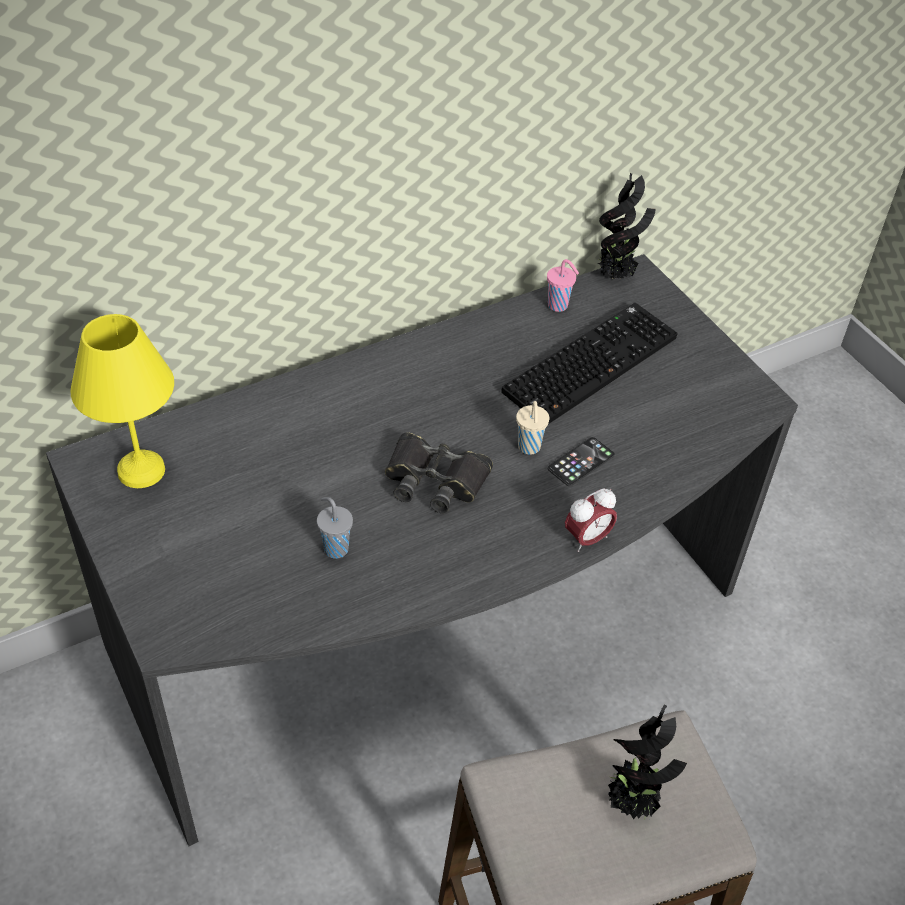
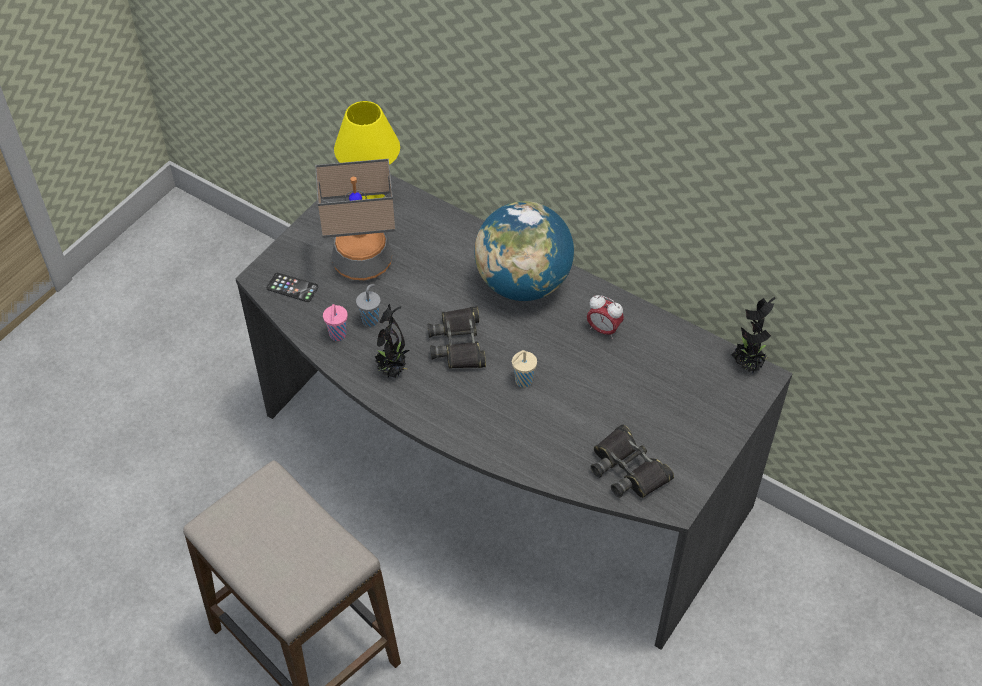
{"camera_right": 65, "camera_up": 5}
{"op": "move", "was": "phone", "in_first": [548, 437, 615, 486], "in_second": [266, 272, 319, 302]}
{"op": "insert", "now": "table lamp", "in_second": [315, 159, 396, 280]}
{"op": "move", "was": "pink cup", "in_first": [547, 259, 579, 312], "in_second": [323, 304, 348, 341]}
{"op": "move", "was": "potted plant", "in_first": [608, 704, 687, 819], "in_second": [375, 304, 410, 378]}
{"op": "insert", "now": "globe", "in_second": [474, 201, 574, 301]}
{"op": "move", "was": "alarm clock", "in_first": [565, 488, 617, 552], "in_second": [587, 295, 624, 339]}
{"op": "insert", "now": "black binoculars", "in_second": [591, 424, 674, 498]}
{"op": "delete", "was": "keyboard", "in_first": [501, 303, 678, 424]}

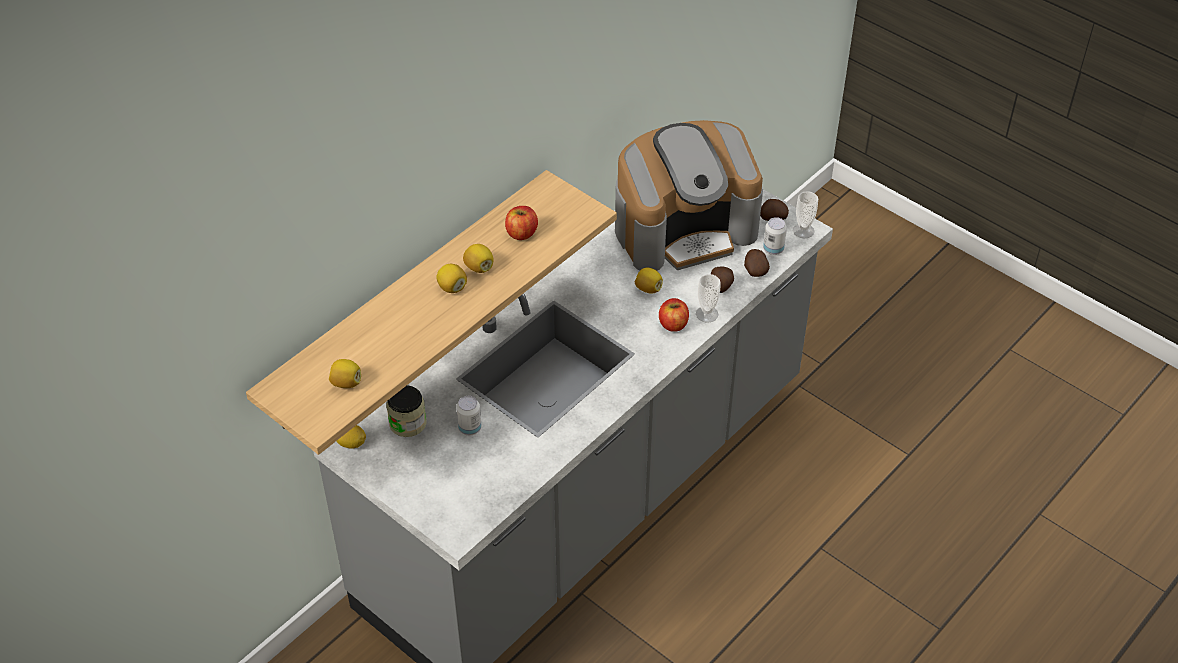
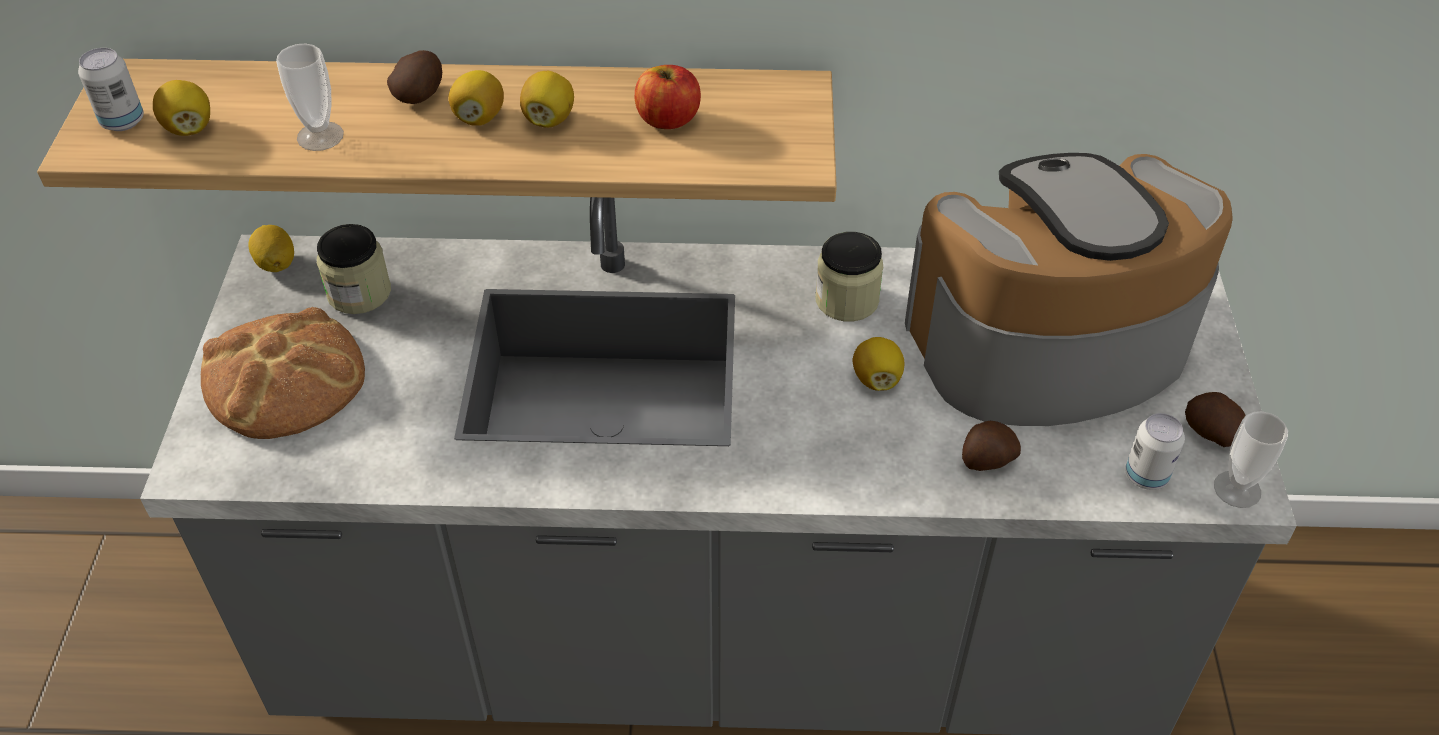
{"camera_right": 50, "camera_up": 0}
{"op": "move", "was": "can", "in_first": [456, 396, 482, 435], "in_second": [78, 48, 144, 131]}
{"op": "insert", "now": "bread", "in_second": [201, 307, 365, 439]}
{"op": "move", "was": "cup", "in_first": [696, 274, 721, 323], "in_second": [276, 44, 344, 151]}
{"op": "move", "was": "potato", "in_first": [744, 249, 770, 277], "in_second": [387, 50, 442, 104]}
{"op": "insert", "now": "jar", "in_second": [815, 232, 883, 322]}
{"op": "rotate", "was": "coffee machine", "in_first": [615, 120, 763, 270], "in_second": [905, 153, 1233, 426], "clockwise": 135}
{"op": "delete", "was": "apple", "in_first": [659, 298, 689, 332]}

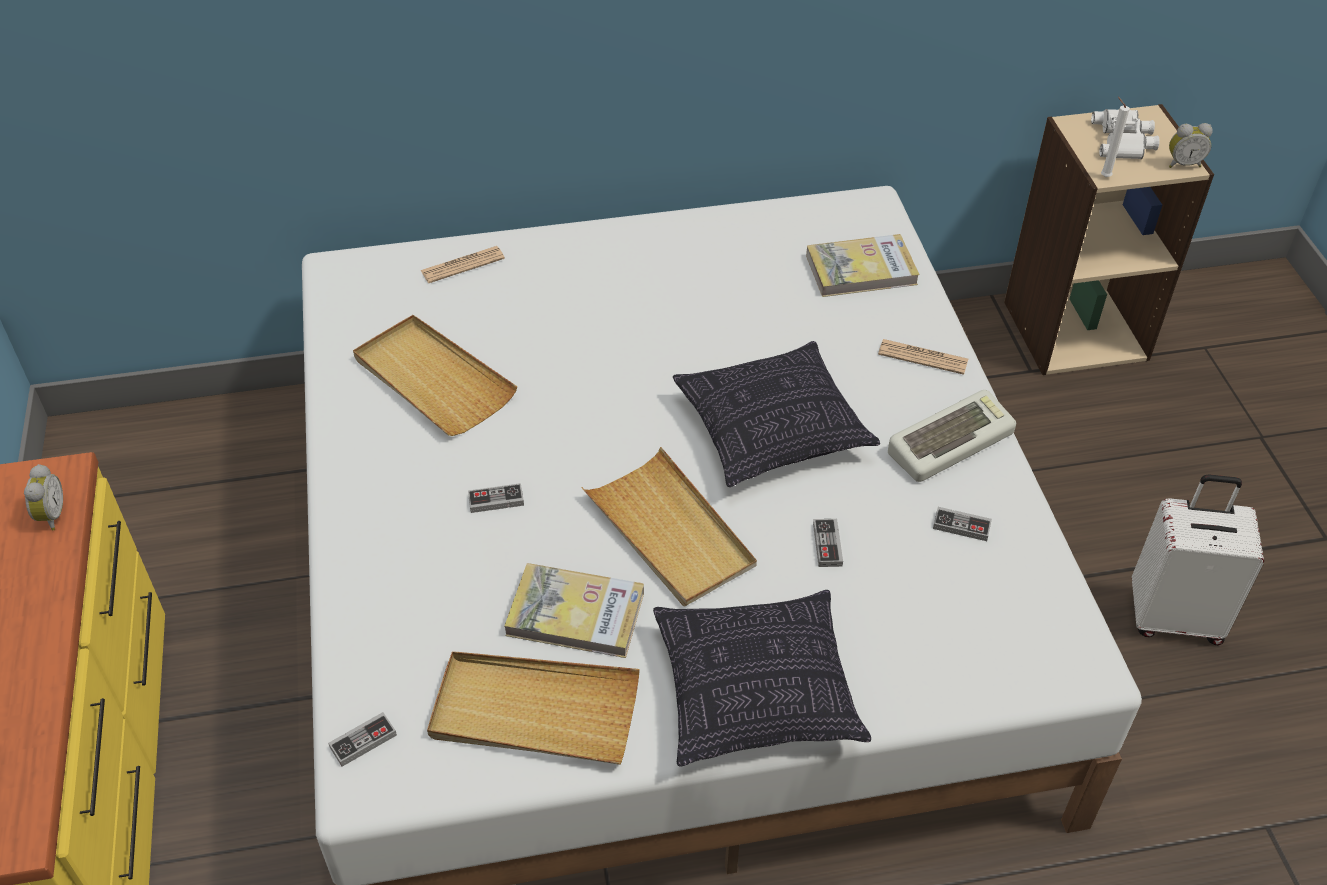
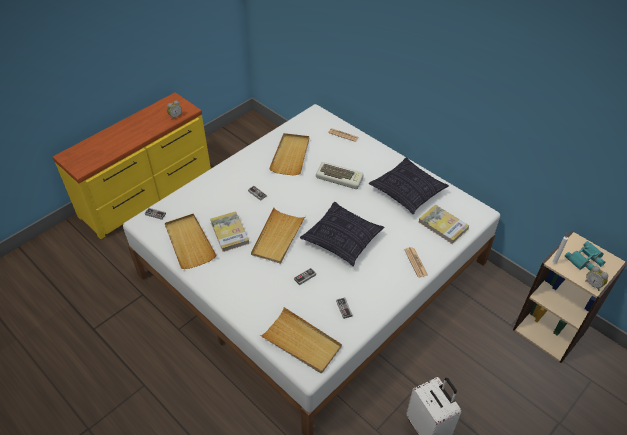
{"camera_right": 55, "camera_up": 0}
{"op": "insert", "now": "beige tray", "in_second": [260, 307, 342, 373]}
{"op": "move", "was": "keyboard", "in_first": [888, 390, 1016, 482], "in_second": [316, 162, 364, 189]}
{"op": "move", "was": "pillow", "in_first": [653, 590, 871, 767], "in_second": [369, 157, 449, 214]}
{"op": "recolor", "was": "white binoculars", "now": "turquoise binoculars", "in_first": [1091, 109, 1160, 159], "in_second": [565, 241, 605, 271]}

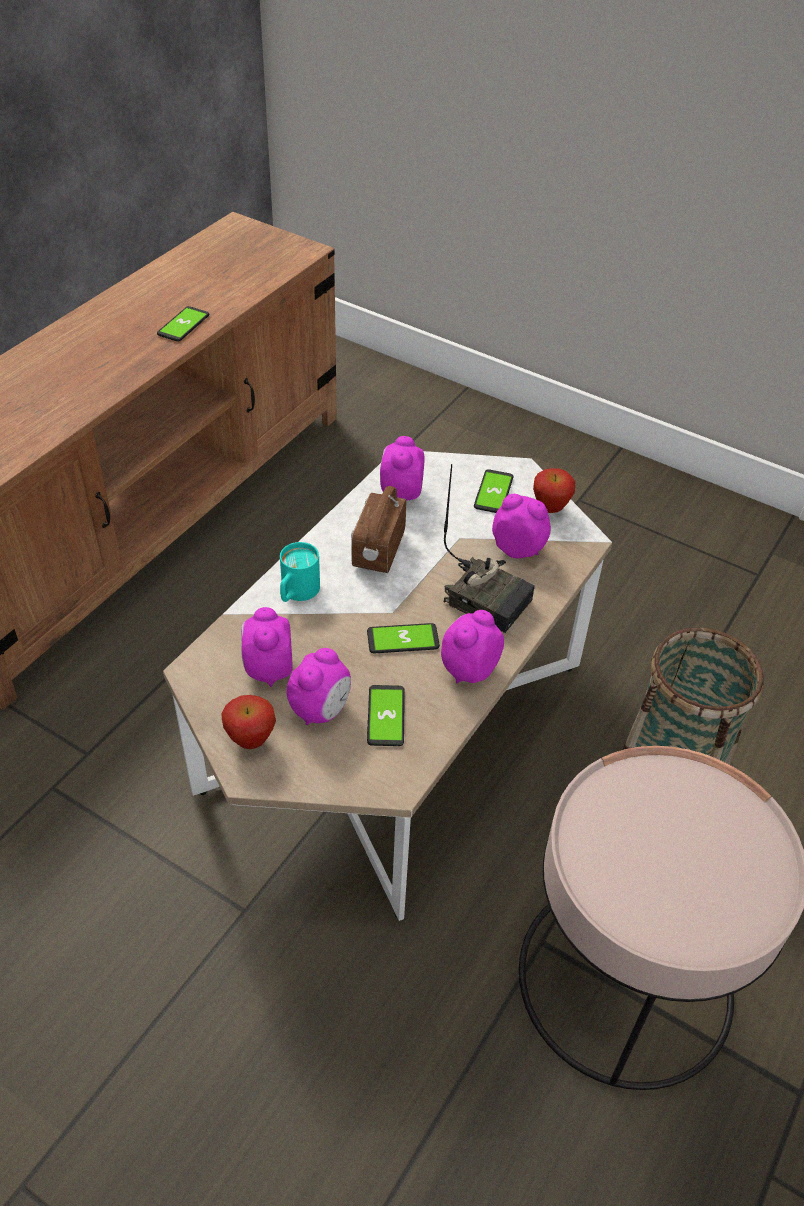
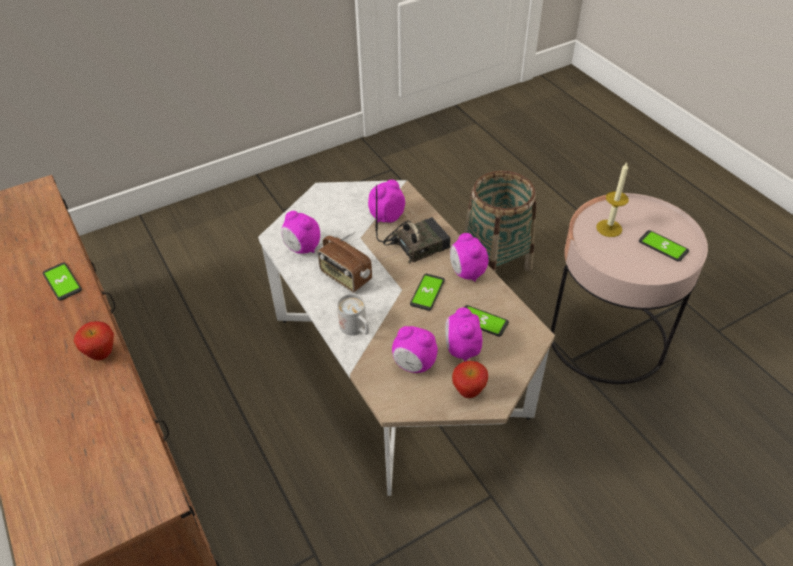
{"camera_right": -60, "camera_up": 0}
{"op": "move", "was": "apple", "in_first": [533, 468, 575, 513], "in_second": [74, 321, 114, 361]}
{"op": "recolor", "was": "turquoise mug", "now": "white mug", "in_first": [280, 542, 320, 602], "in_second": [337, 294, 369, 336]}
{"op": "rotate", "was": "alarm clock", "in_first": [287, 648, 351, 725], "in_second": [445, 308, 482, 361], "clockwise": -150}
{"op": "insert", "now": "candle", "in_second": [596, 163, 629, 237]}
{"op": "move", "was": "phone", "in_first": [474, 469, 513, 513], "in_second": [639, 230, 689, 262]}

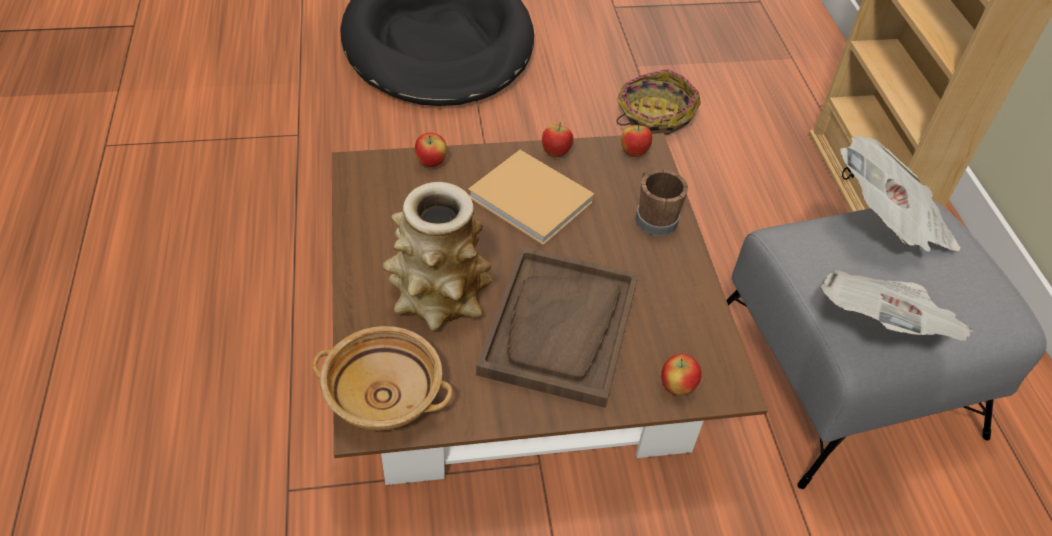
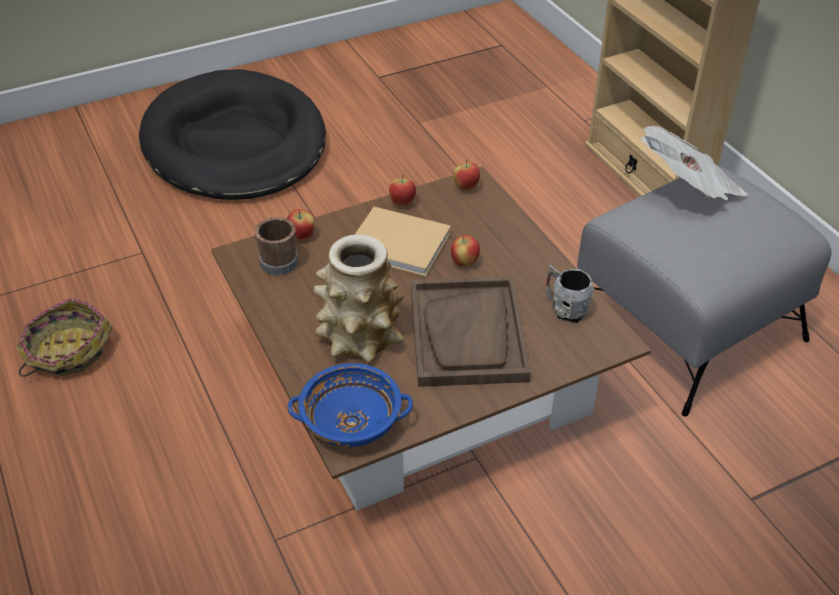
{"camera_right": -15, "camera_up": -5}
{"op": "move", "was": "basket", "in_first": [616, 69, 701, 135], "in_second": [17, 298, 113, 377]}
{"op": "move", "was": "brown mug", "in_first": [635, 169, 688, 236], "in_second": [255, 217, 298, 276]}
{"op": "recolor", "was": "beige bowl", "now": "blue bowl", "in_first": [312, 326, 453, 431], "in_second": [288, 363, 413, 447]}
{"op": "move", "was": "apple", "in_first": [661, 354, 702, 396], "in_second": [451, 235, 480, 267]}
{"op": "insert", "now": "grey mug", "in_second": [546, 265, 593, 323]}
{"op": "delete", "was": "newspaper", "in_first": [821, 270, 973, 341]}

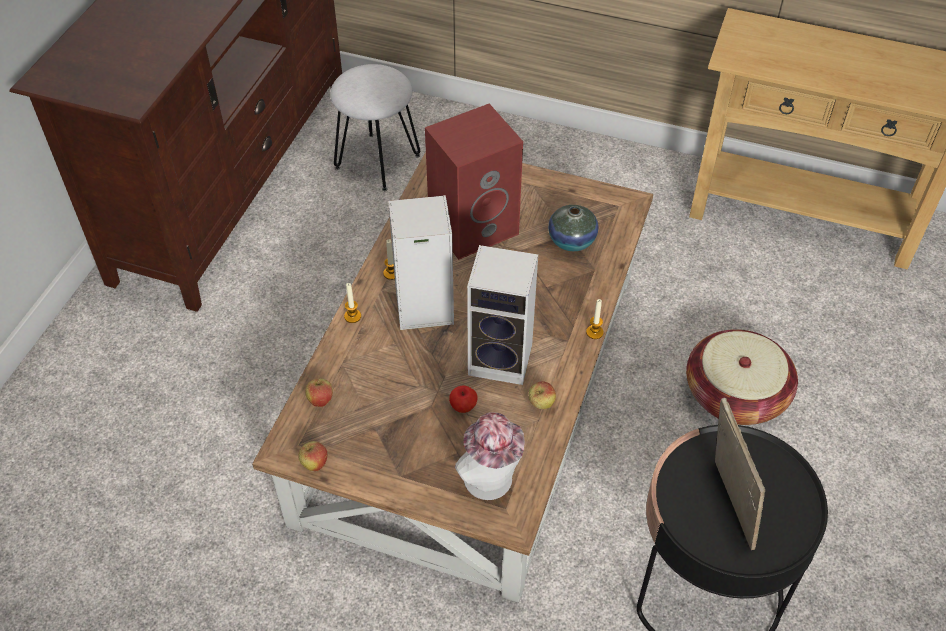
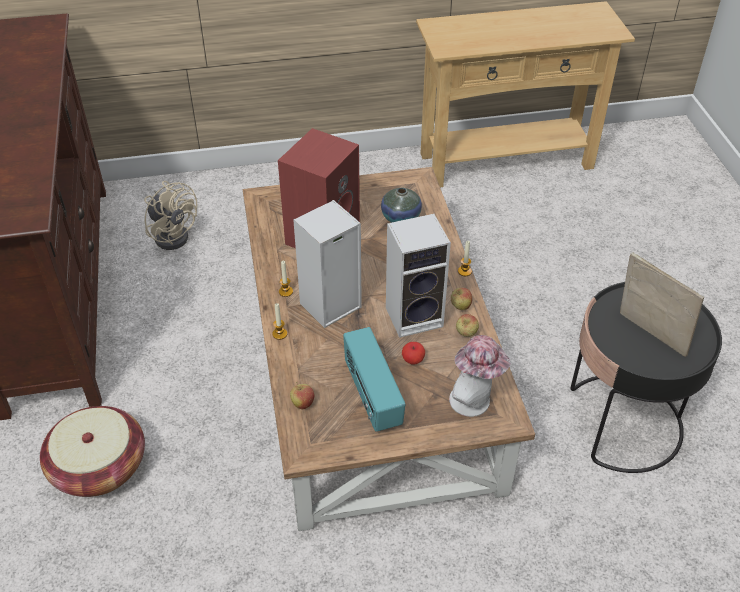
{"camera_right": -30, "camera_up": -5}
{"op": "move", "was": "basket", "in_first": [686, 329, 798, 425], "in_second": [40, 406, 145, 497]}
{"op": "replace", "was": "white stool", "now": "beige fan", "in_first": [330, 64, 420, 191], "in_second": [144, 181, 198, 250]}
{"op": "insert", "now": "radio", "in_second": [343, 327, 406, 432]}
{"op": "move", "was": "apple", "in_first": [298, 441, 327, 472], "in_second": [451, 288, 472, 310]}

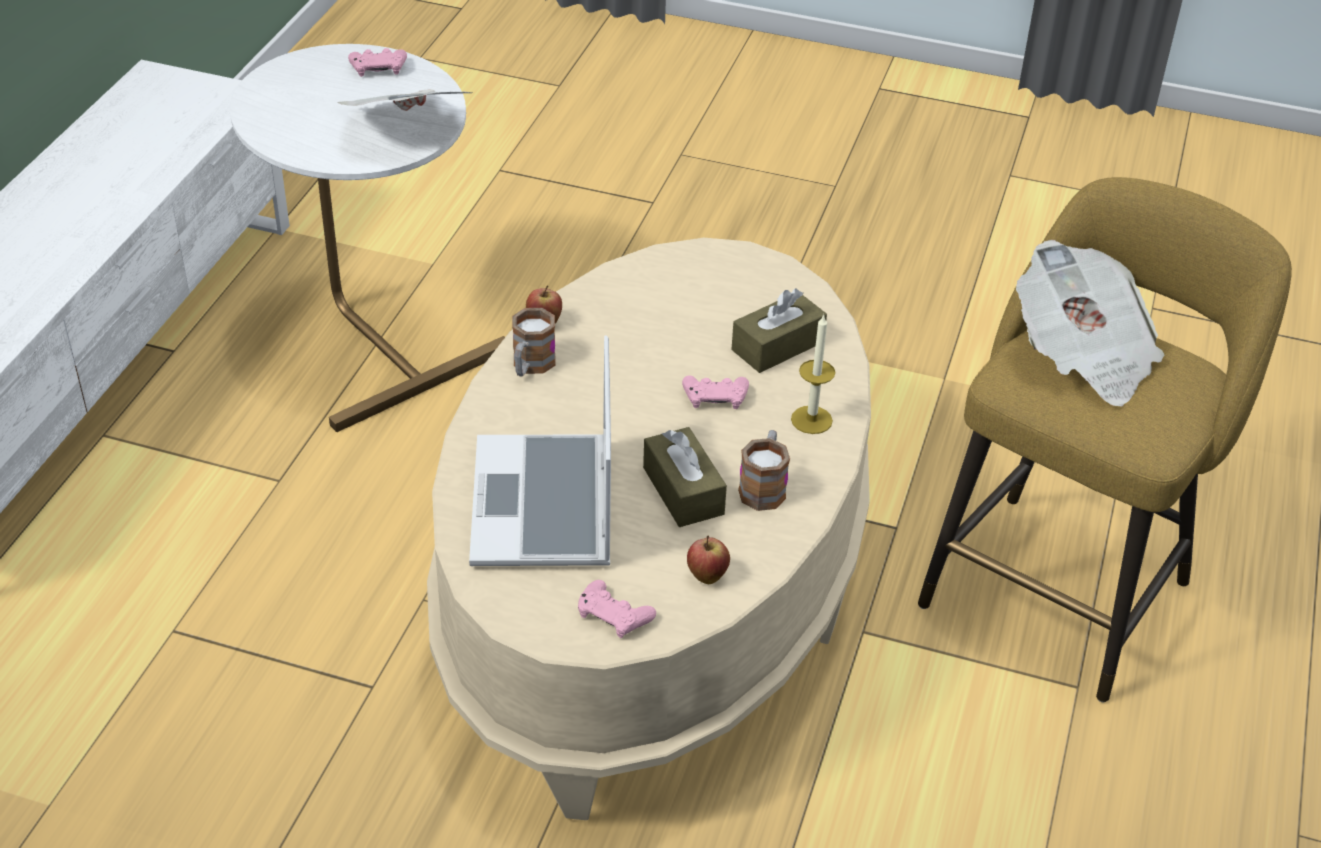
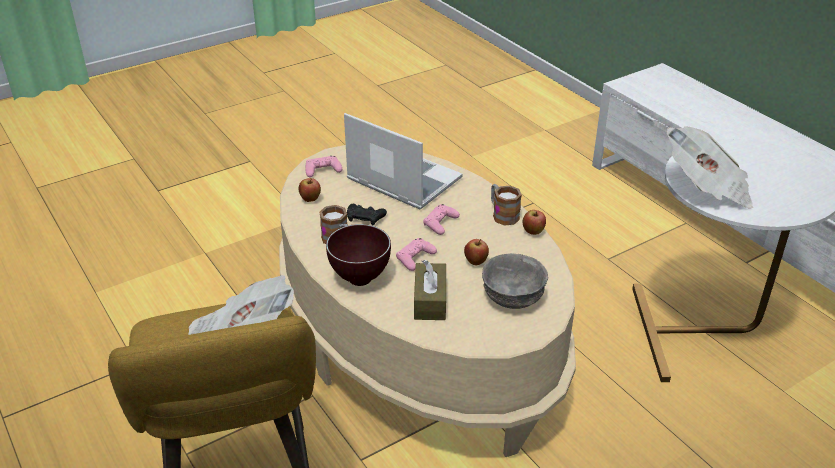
{"camera_right": 130, "camera_up": -5}
{"op": "replace", "was": "candle", "now": "brown bowl", "in_first": [791, 314, 835, 434], "in_second": [326, 224, 391, 286]}
{"op": "replace", "was": "brown tissue box", "now": "black game controller", "in_first": [643, 427, 727, 527], "in_second": [347, 204, 387, 225]}
{"op": "move", "was": "pink game controller", "in_first": [348, 48, 407, 77], "in_second": [423, 204, 460, 235]}
{"op": "insert", "now": "apple", "in_second": [464, 239, 489, 266]}
{"op": "insert", "now": "grey bowl", "in_second": [482, 253, 548, 309]}

